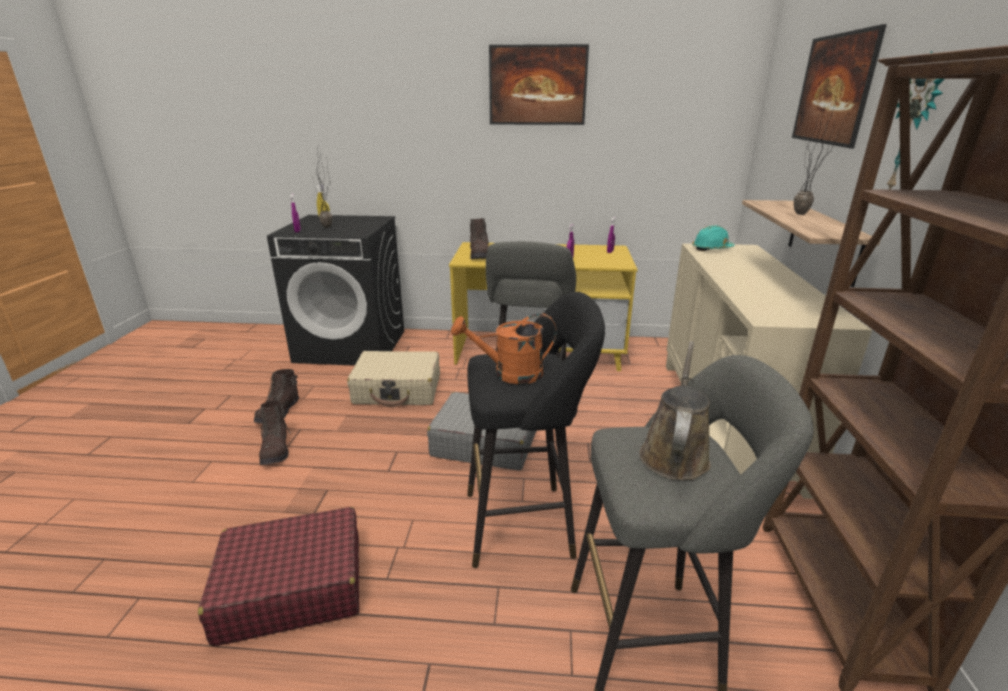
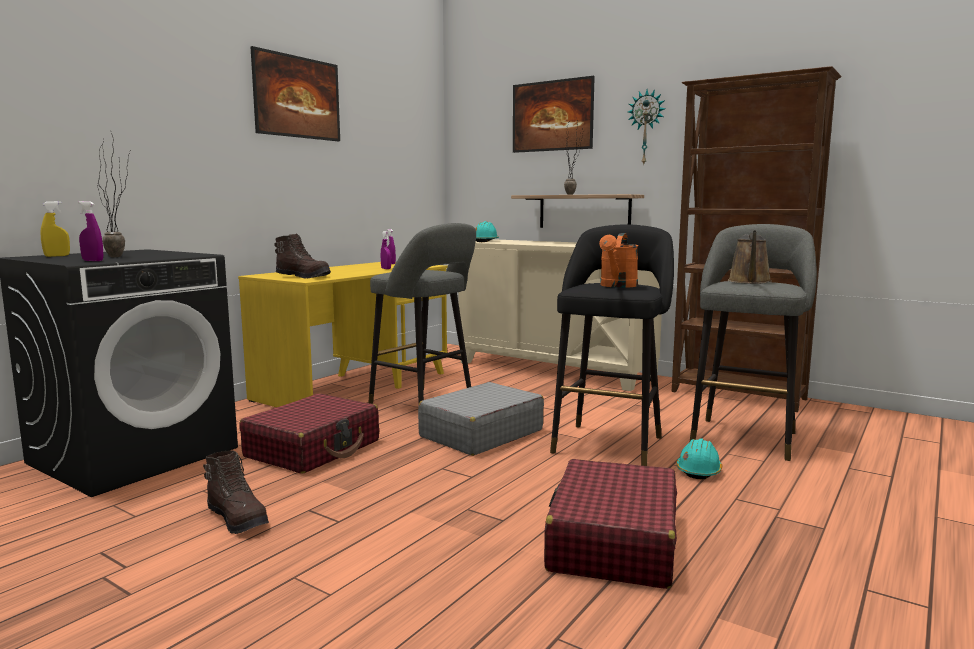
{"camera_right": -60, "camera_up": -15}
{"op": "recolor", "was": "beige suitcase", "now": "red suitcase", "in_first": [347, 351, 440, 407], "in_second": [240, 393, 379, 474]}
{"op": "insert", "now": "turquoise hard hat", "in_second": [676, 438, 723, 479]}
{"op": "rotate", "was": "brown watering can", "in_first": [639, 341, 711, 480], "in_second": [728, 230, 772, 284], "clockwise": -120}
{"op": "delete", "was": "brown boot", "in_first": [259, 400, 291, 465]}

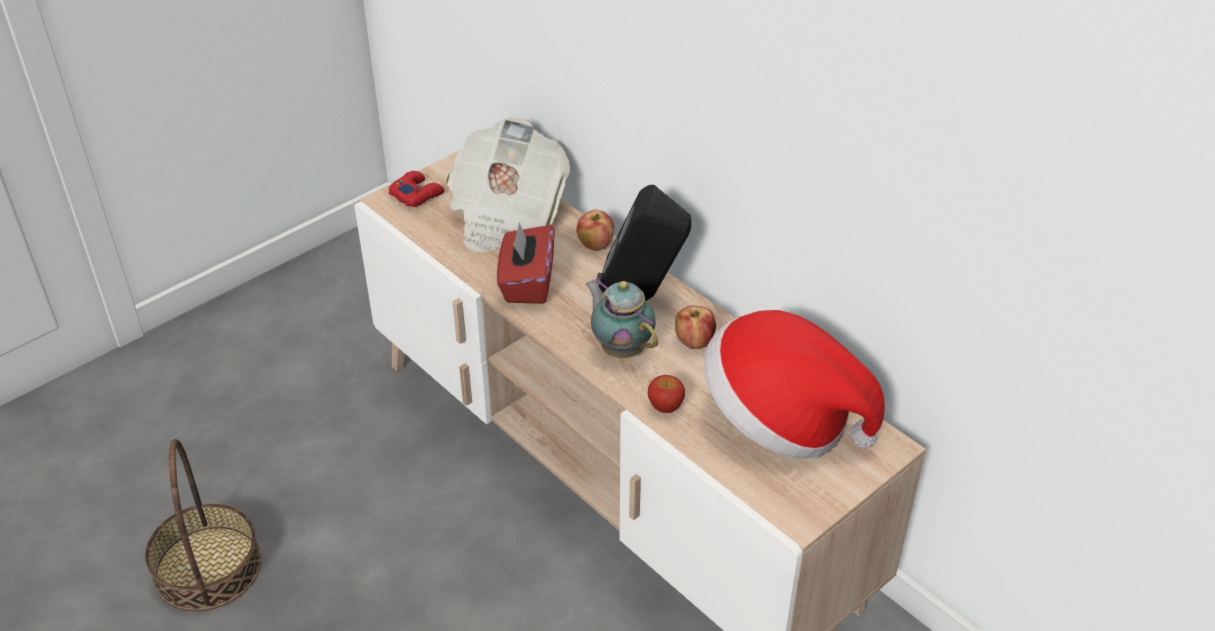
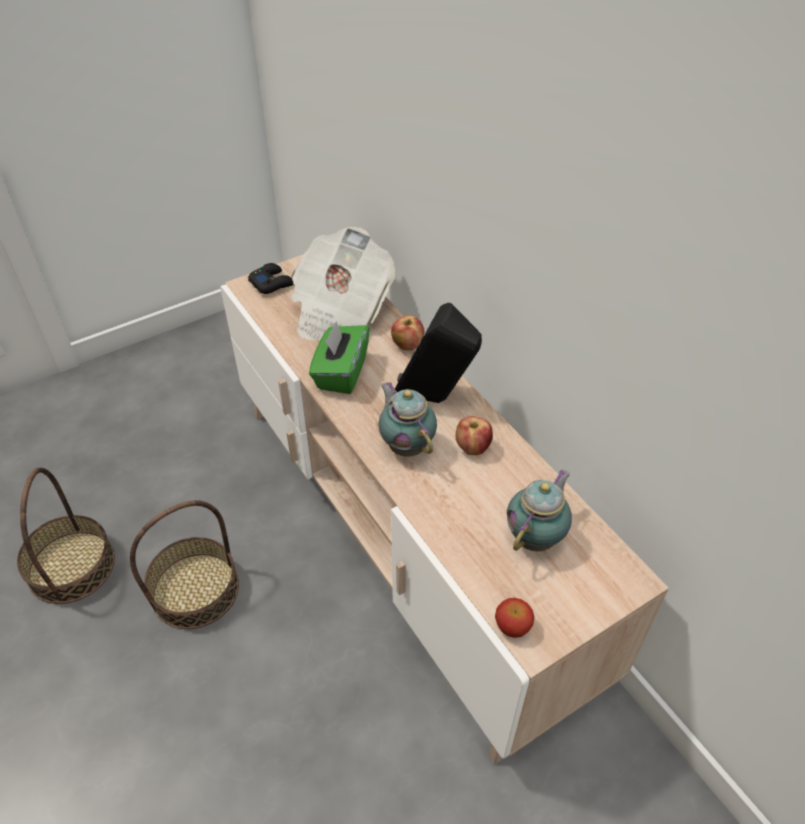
{"camera_right": 10, "camera_up": 5}
{"op": "insert", "now": "basket", "in_second": [130, 500, 239, 629]}
{"op": "recolor", "was": "red game controller", "now": "black game controller", "in_first": [389, 171, 445, 207], "in_second": [248, 263, 294, 294]}
{"op": "recolor", "was": "red tissue box", "now": "green tissue box", "in_first": [497, 222, 555, 304], "in_second": [309, 321, 370, 394]}
{"op": "move", "was": "apple", "in_first": [648, 375, 685, 413], "in_second": [495, 598, 534, 638]}
{"op": "replace", "was": "hat", "now": "teapot", "in_first": [704, 310, 885, 458], "in_second": [507, 470, 572, 551]}

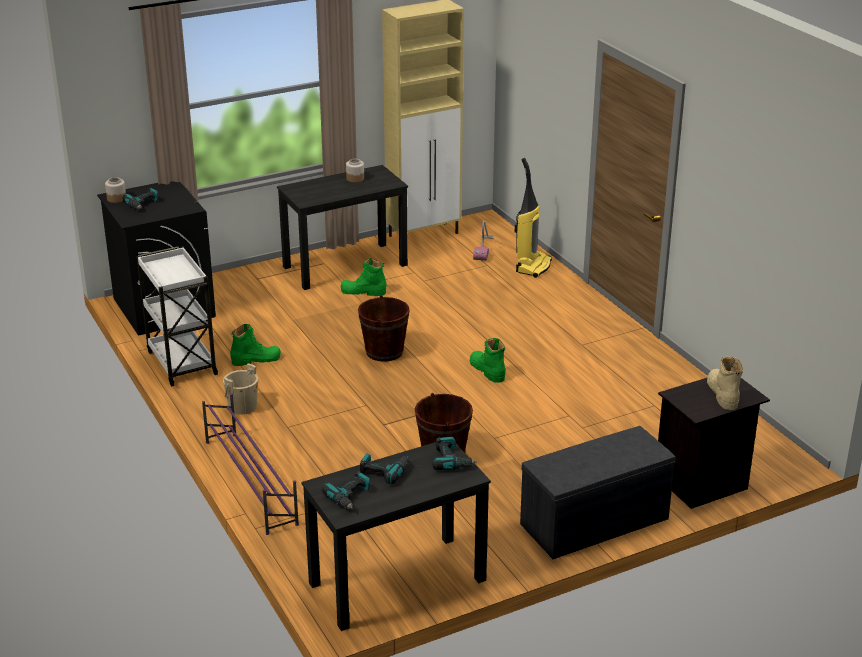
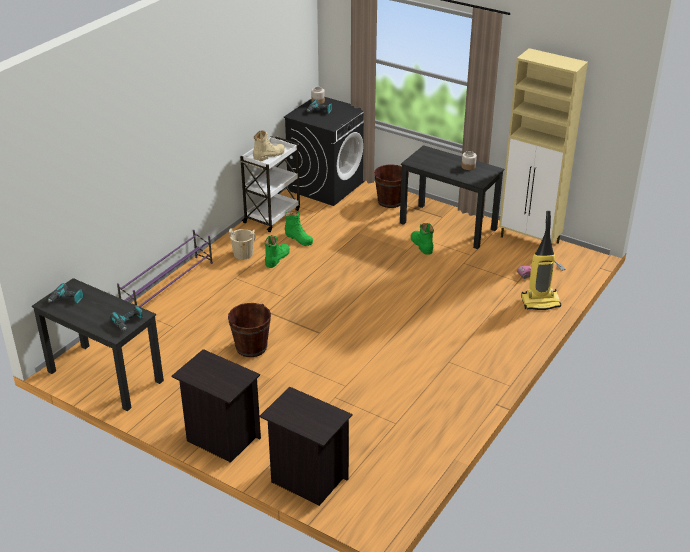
{"camera_right": 60, "camera_up": 5}
{"op": "replace", "was": "grey bench", "now": "black nightstand", "in_first": [520, 426, 676, 559], "in_second": [171, 349, 261, 463]}
{"op": "move", "was": "beige boot", "in_first": [707, 357, 743, 410], "in_second": [253, 130, 285, 161]}
{"op": "move", "was": "green boot", "in_first": [469, 338, 506, 383], "in_second": [265, 235, 290, 268]}
{"op": "move", "was": "brown bucket", "in_first": [358, 295, 410, 362], "in_second": [374, 165, 409, 208]}
{"op": "delete", "was": "power drill", "in_first": [360, 453, 409, 484]}

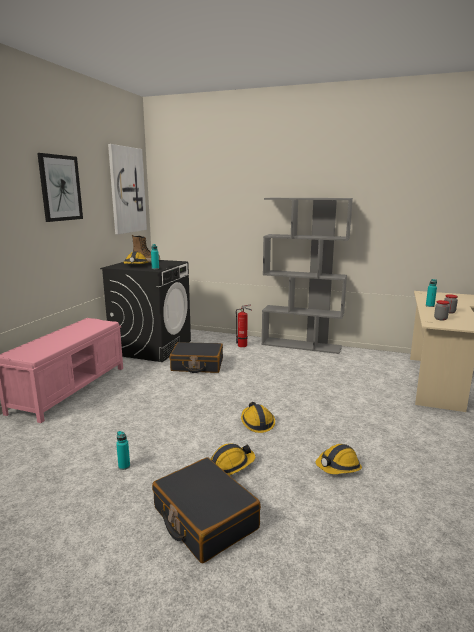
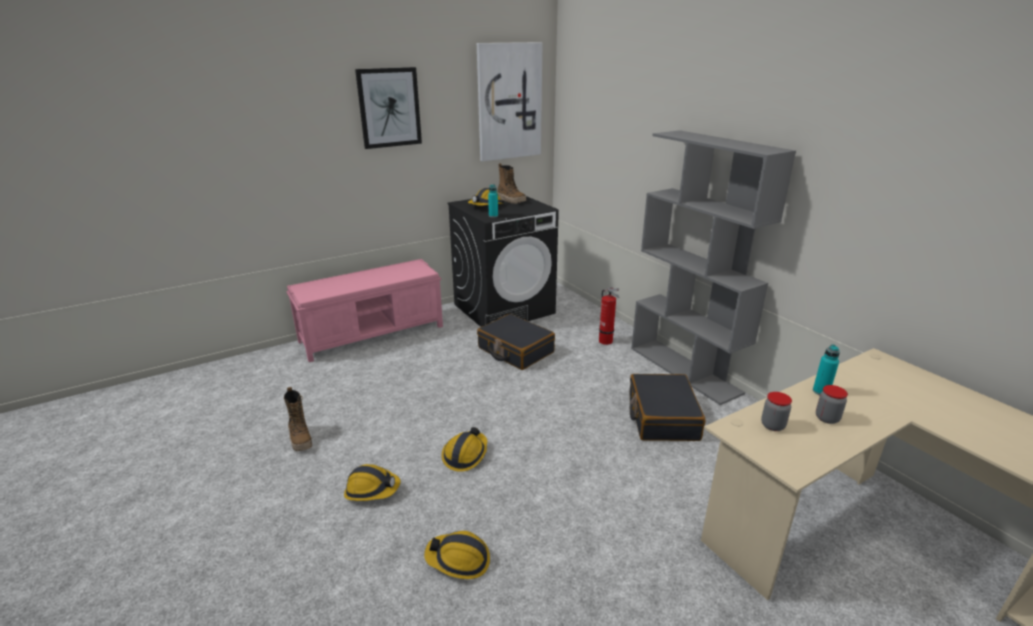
{"camera_right": 40, "camera_up": 10}
{"op": "replace", "was": "turquoise bottle", "now": "boot", "in_first": [116, 431, 130, 470], "in_second": [284, 387, 312, 451]}
{"op": "move", "was": "black suitcase", "in_first": [152, 457, 261, 563], "in_second": [629, 374, 705, 441]}

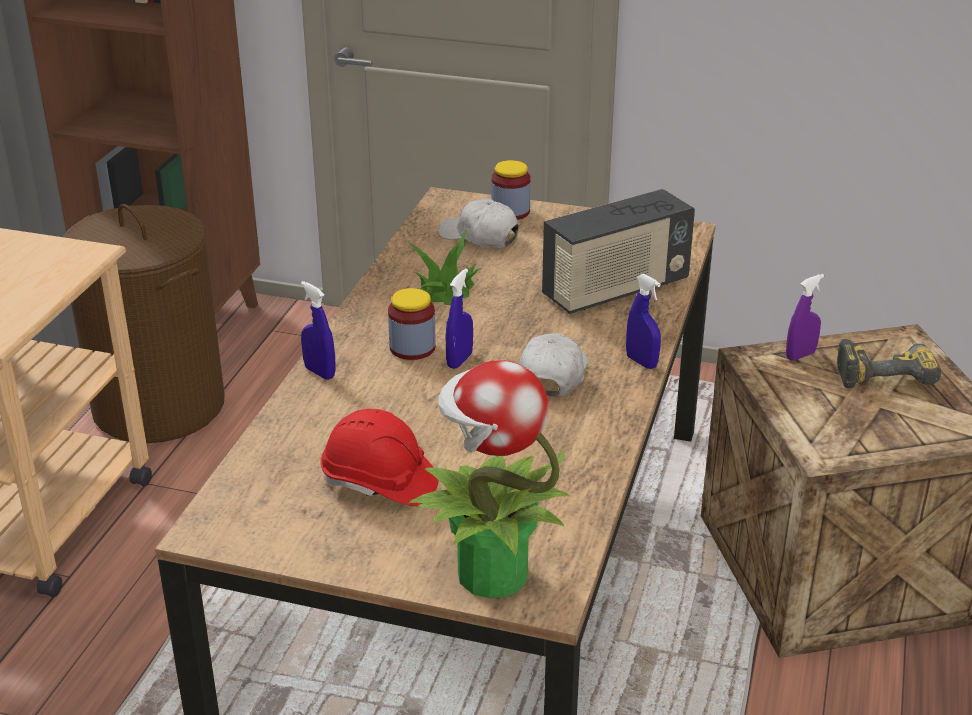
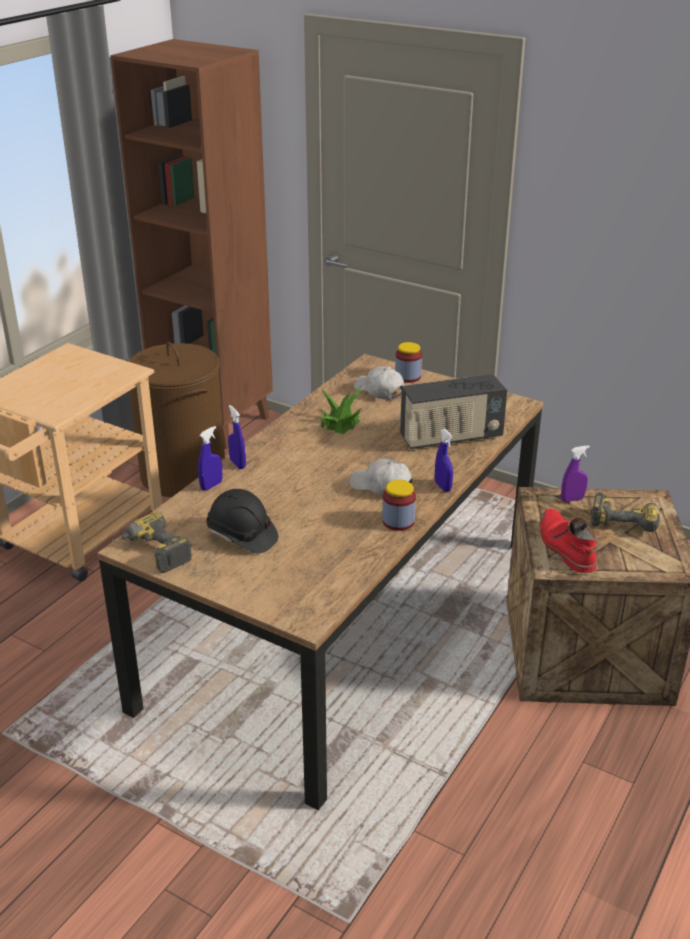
{"camera_right": 15, "camera_up": 0}
{"op": "insert", "now": "power drill", "in_second": [112, 512, 192, 573]}
{"op": "move", "was": "blue spray bottle", "in_first": [445, 268, 473, 369], "in_second": [198, 426, 222, 491]}
{"op": "recolor", "was": "red hard hat", "now": "black hard hat", "in_first": [320, 409, 438, 506], "in_second": [206, 489, 278, 553]}
{"op": "rotate", "was": "white cap", "in_first": [519, 333, 588, 396], "in_second": [349, 458, 413, 496], "clockwise": -90}
{"op": "move", "was": "jar", "in_first": [388, 288, 436, 360], "in_second": [382, 480, 416, 531]}
{"op": "insert", "now": "red boot", "in_second": [540, 509, 597, 573]}
{"op": "delete", "was": "potted plant", "in_first": [409, 360, 569, 598]}

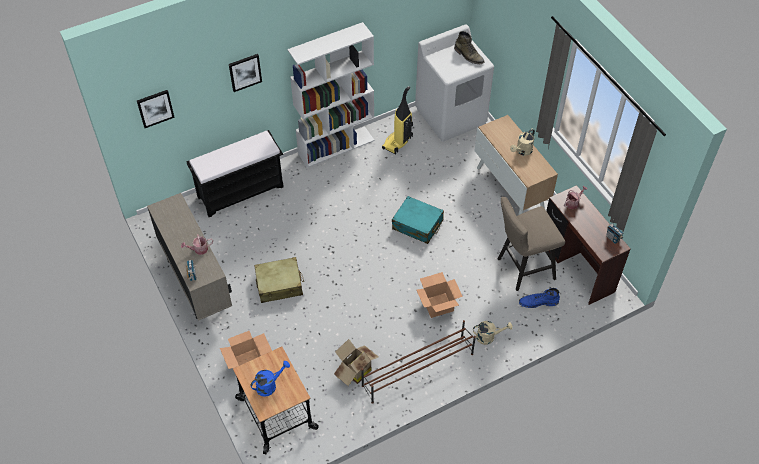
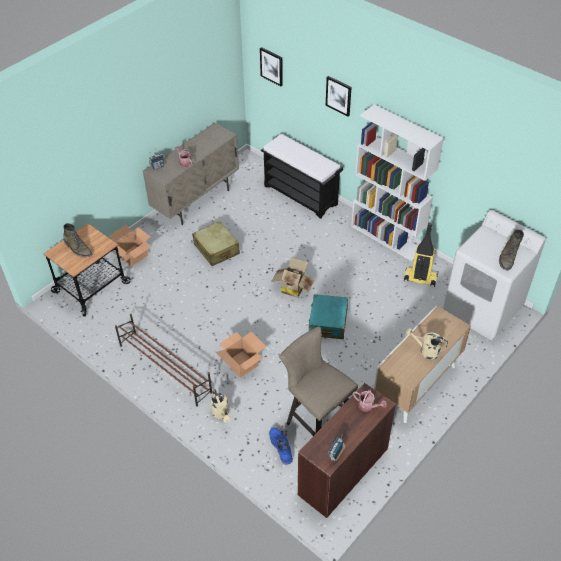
{"camera_right": 70, "camera_up": -5}
{"op": "replace", "was": "blue watering can", "now": "green boot", "in_first": [251, 361, 290, 397], "in_second": [63, 223, 93, 258]}
{"op": "move", "was": "cardboard box", "in_first": [334, 339, 378, 386], "in_second": [271, 257, 314, 298]}

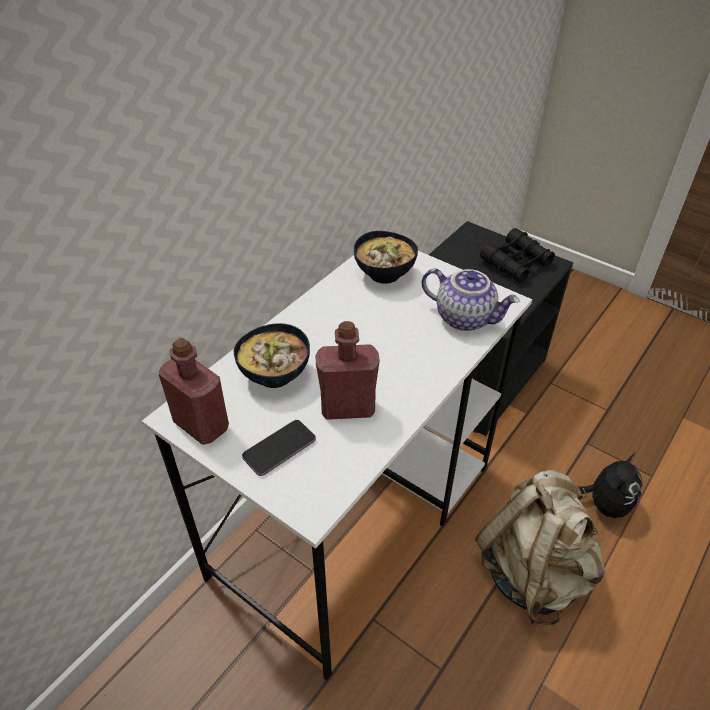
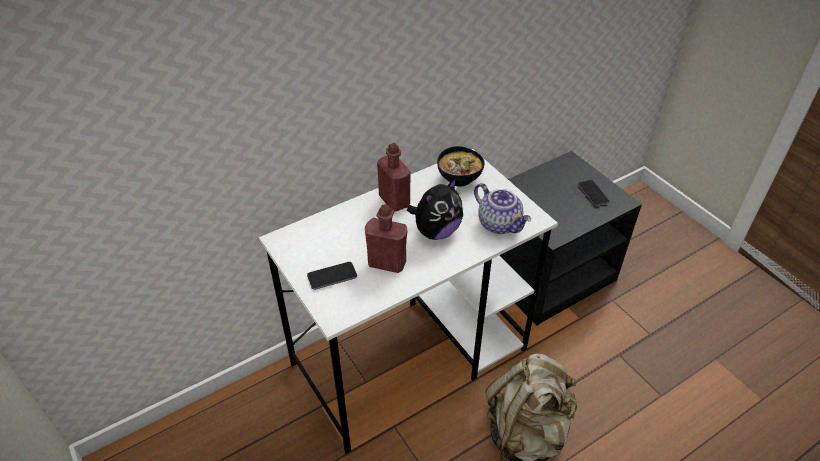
{"camera_right": 20, "camera_up": 0}
{"op": "move", "was": "red bottle", "in_first": [158, 338, 229, 445], "in_second": [377, 143, 411, 211]}
{"op": "move", "was": "plush toy", "in_first": [578, 453, 642, 518], "in_second": [407, 177, 463, 240]}
{"op": "replace", "was": "black binoculars", "now": "phone", "in_first": [480, 228, 555, 283], "in_second": [578, 180, 609, 206]}
{"op": "delete", "was": "bowl", "in_first": [234, 323, 310, 388]}

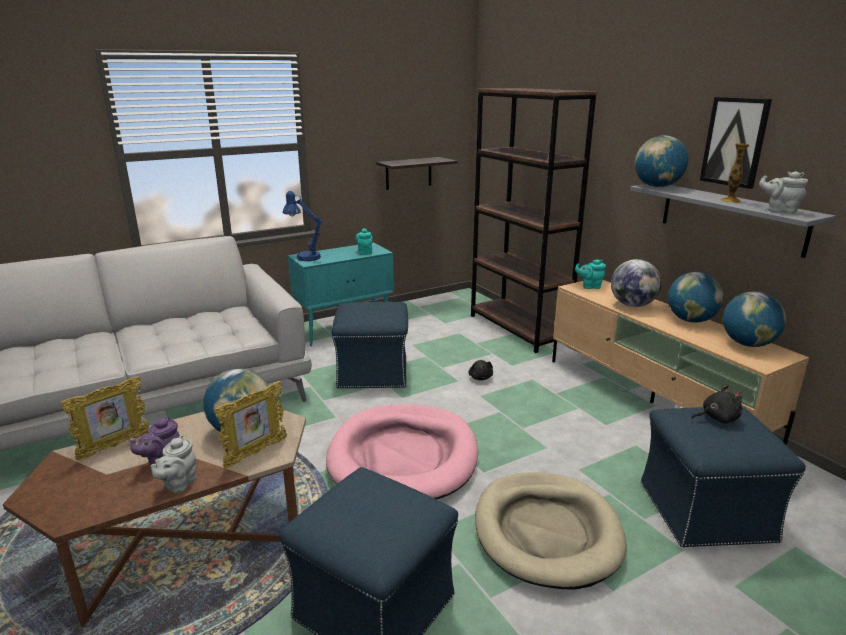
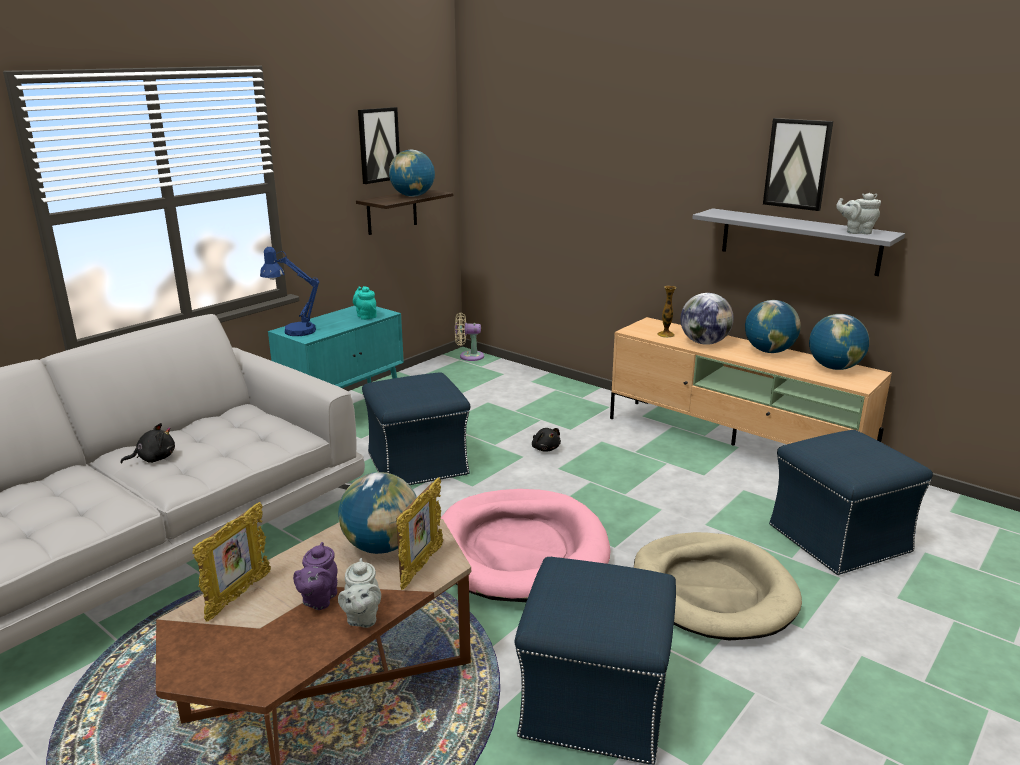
{"camera_right": -20, "camera_up": 0}
{"op": "move", "was": "black plush toy", "in_first": [691, 385, 742, 424], "in_second": [120, 423, 175, 463]}
{"op": "insert", "now": "picture", "in_second": [358, 107, 400, 184]}
{"op": "move", "was": "globe", "in_first": [635, 135, 688, 187], "in_second": [389, 150, 435, 197]}
{"op": "insert", "now": "beige fan", "in_second": [455, 313, 484, 361]}
{"op": "move", "was": "vase", "in_first": [720, 143, 750, 203], "in_second": [657, 286, 676, 338]}
{"op": "delete", "was": "brown bookcase", "in_first": [471, 88, 597, 353]}
{"op": "delete", "was": "turquoise teapot", "in_first": [575, 259, 606, 289]}

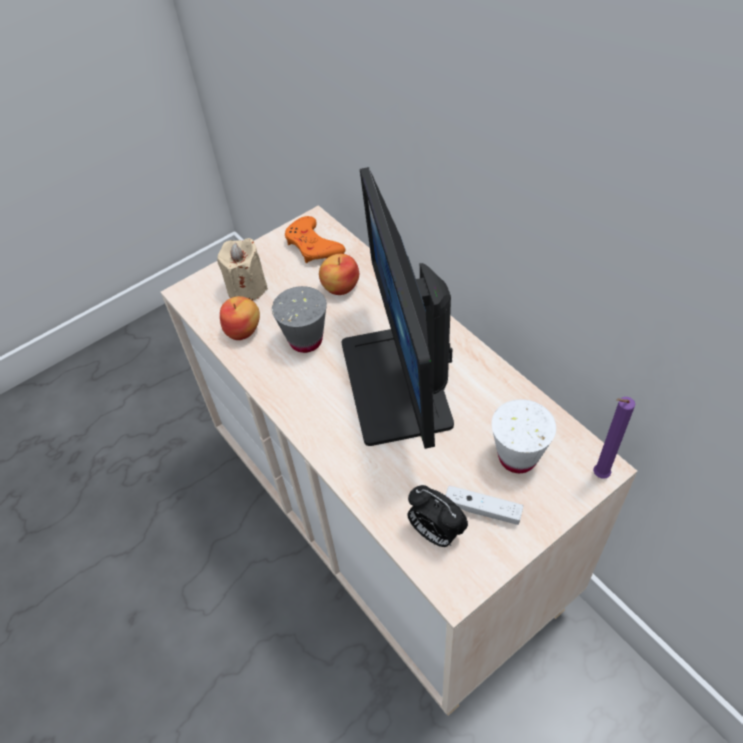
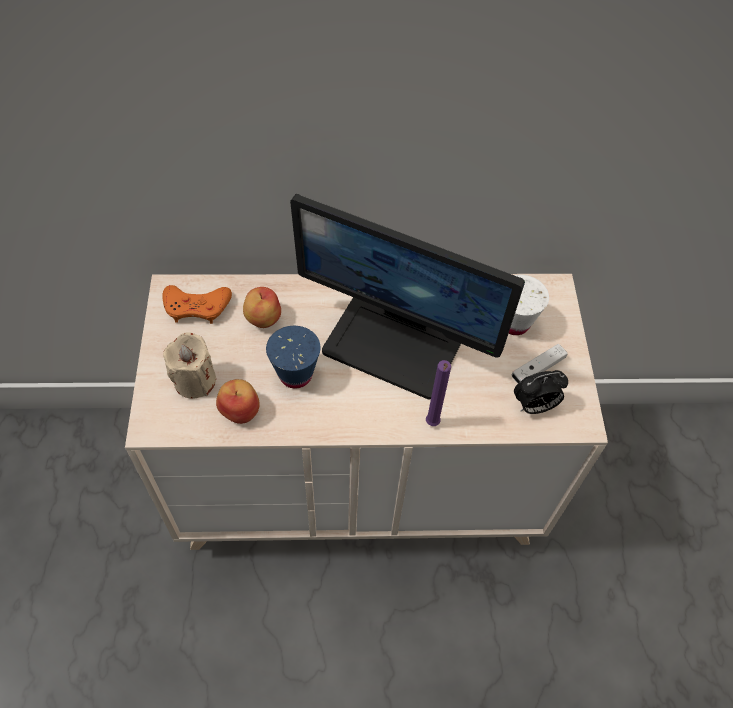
{"camera_right": -60, "camera_up": 5}
{"op": "recolor", "was": "grey cup", "now": "blue cup", "in_first": [272, 286, 327, 353], "in_second": [266, 326, 320, 389]}
{"op": "move", "was": "purple candle", "in_first": [593, 397, 635, 479], "in_second": [426, 360, 451, 426]}

